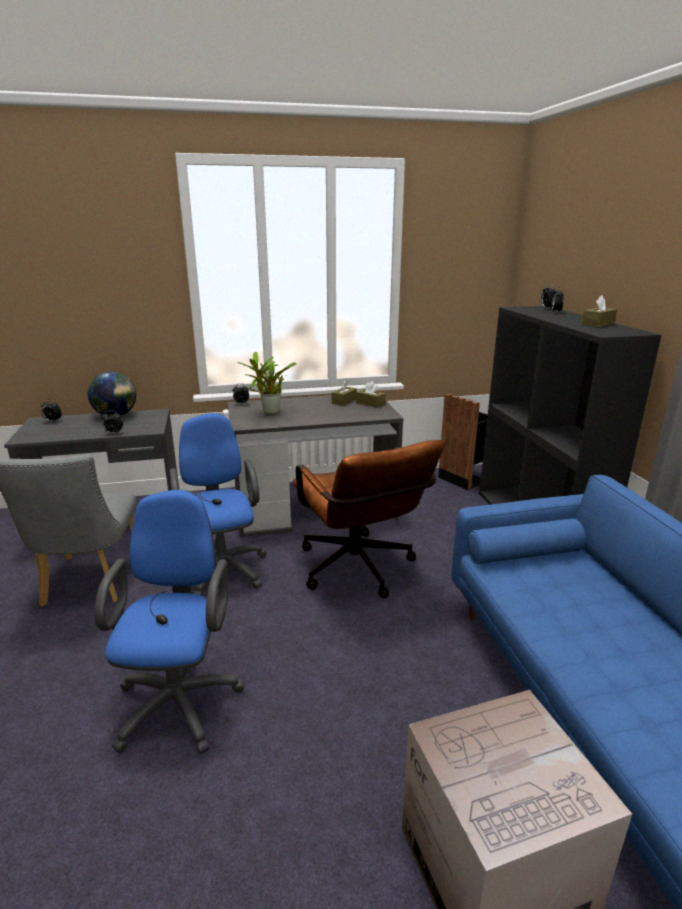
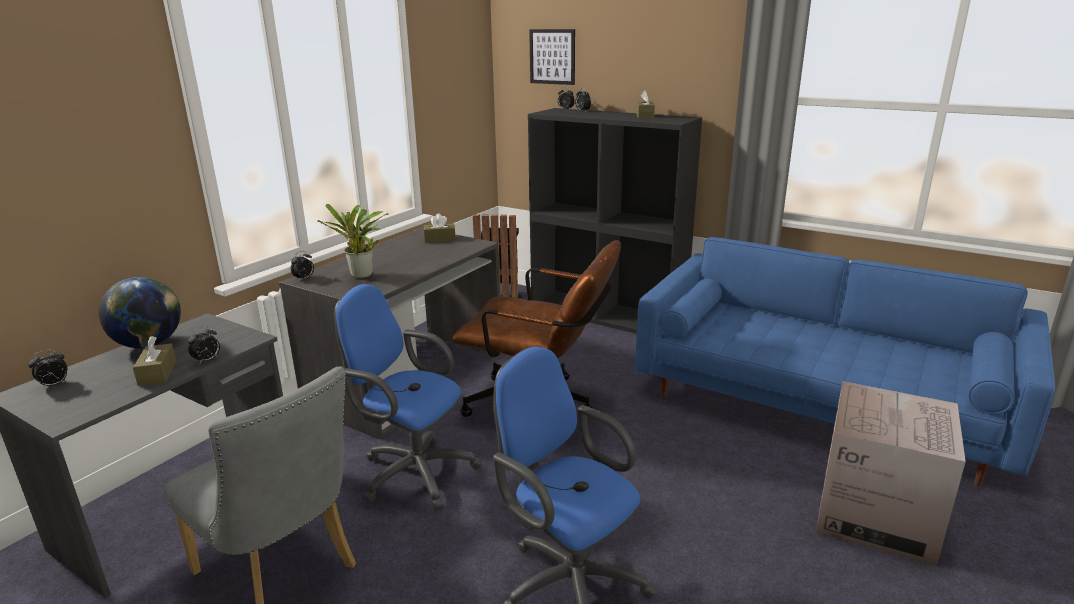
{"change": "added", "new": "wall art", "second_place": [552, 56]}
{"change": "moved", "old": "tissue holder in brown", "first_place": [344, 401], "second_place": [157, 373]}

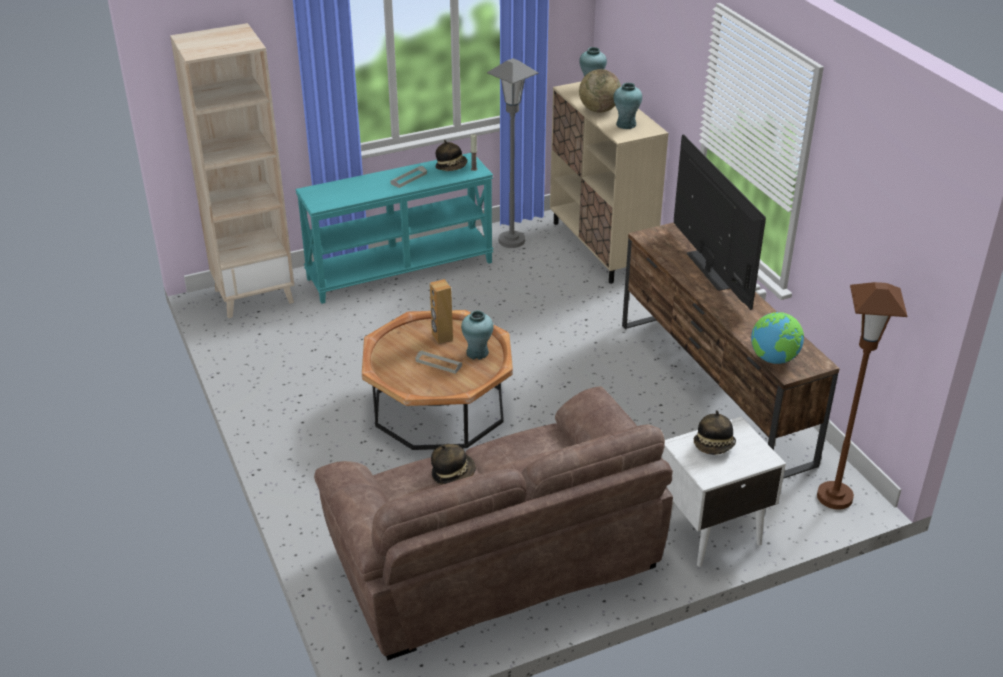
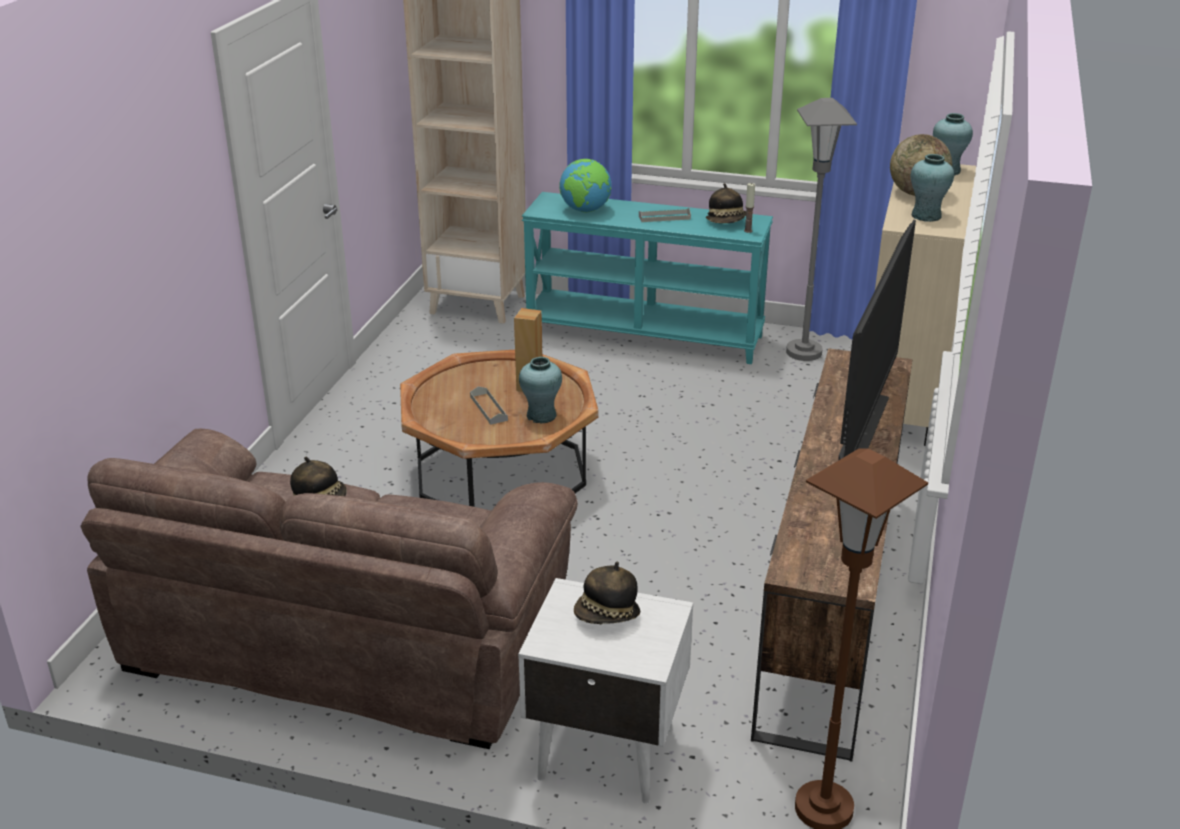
{"change": "moved", "old": "world globe", "first_place": [774, 359], "second_place": [585, 210]}

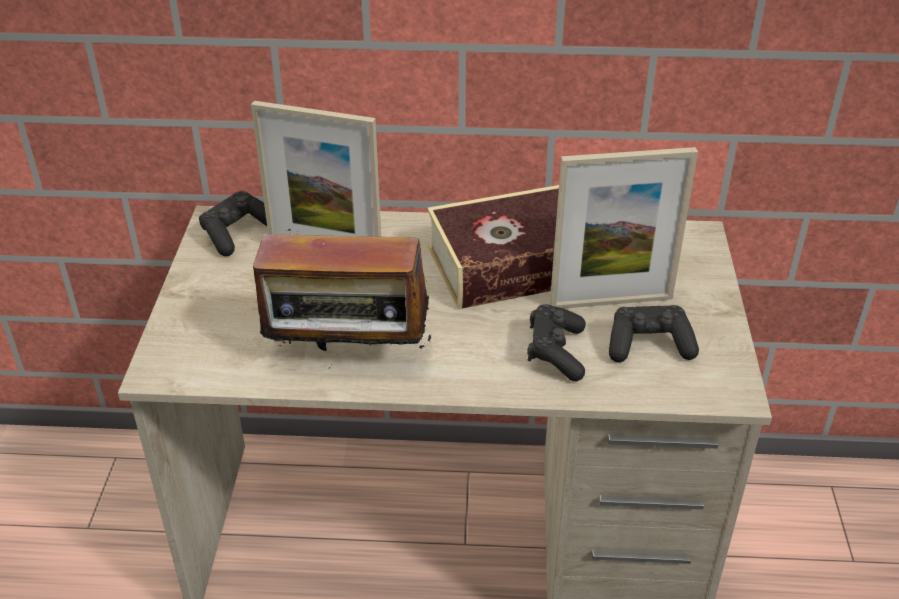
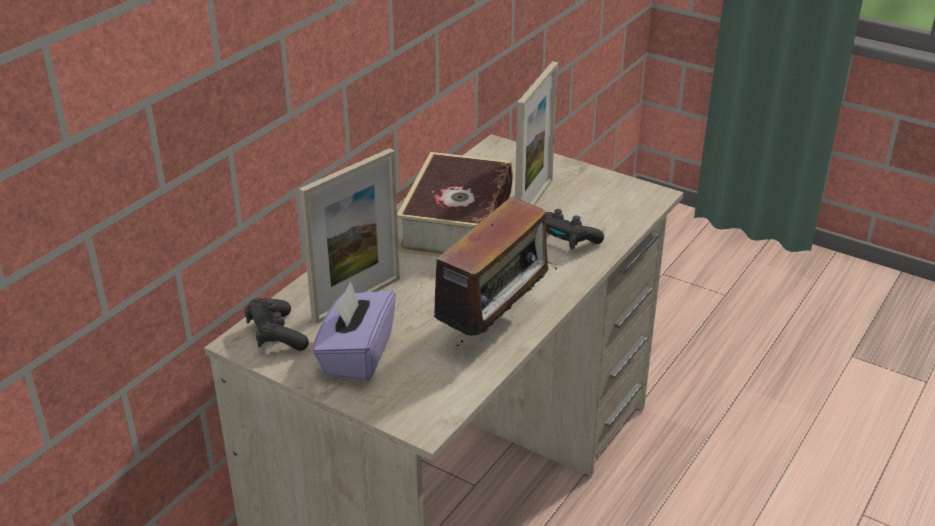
{"change": "removed", "old": "game controller in blackish", "first_place": [648, 345]}
{"change": "added", "new": "tissue holder in purple", "second_place": [356, 355]}

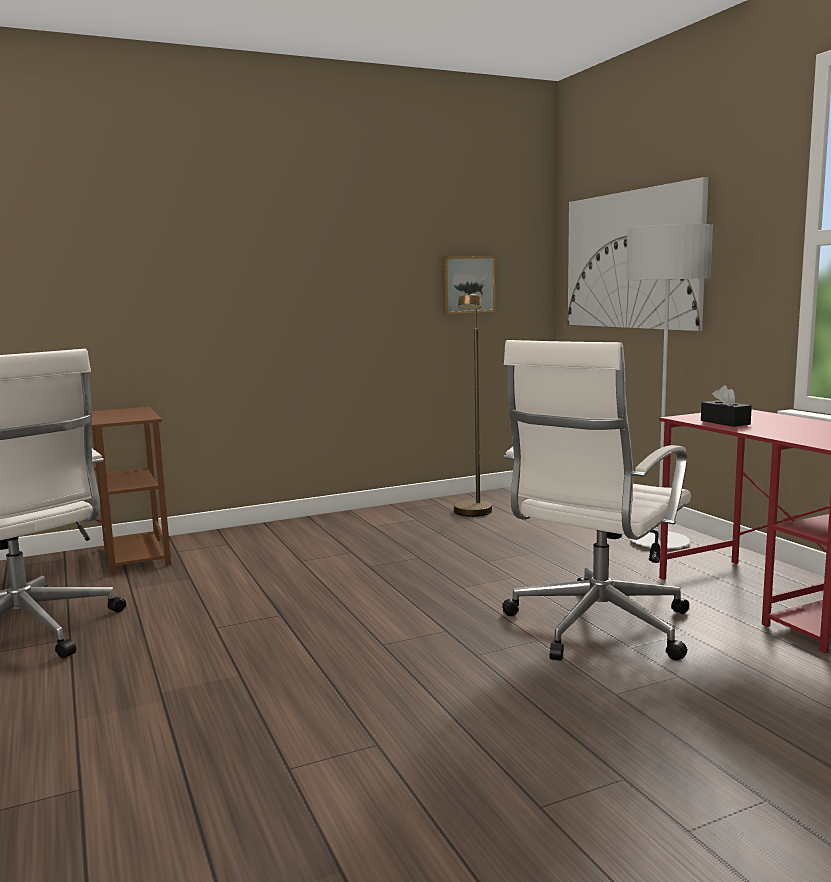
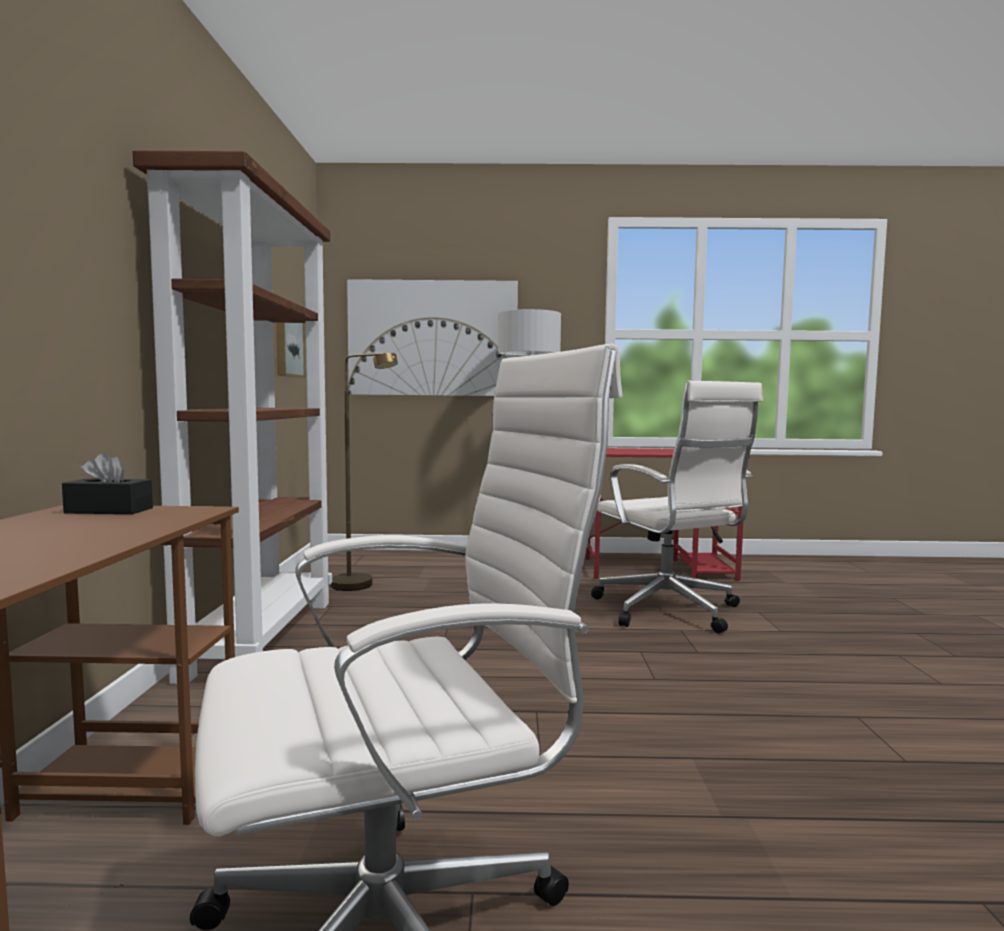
{"change": "added", "new": "bookcase in brown", "second_place": [261, 636]}
{"change": "moved", "old": "tissue holder in blackish", "first_place": [725, 422], "second_place": [109, 510]}

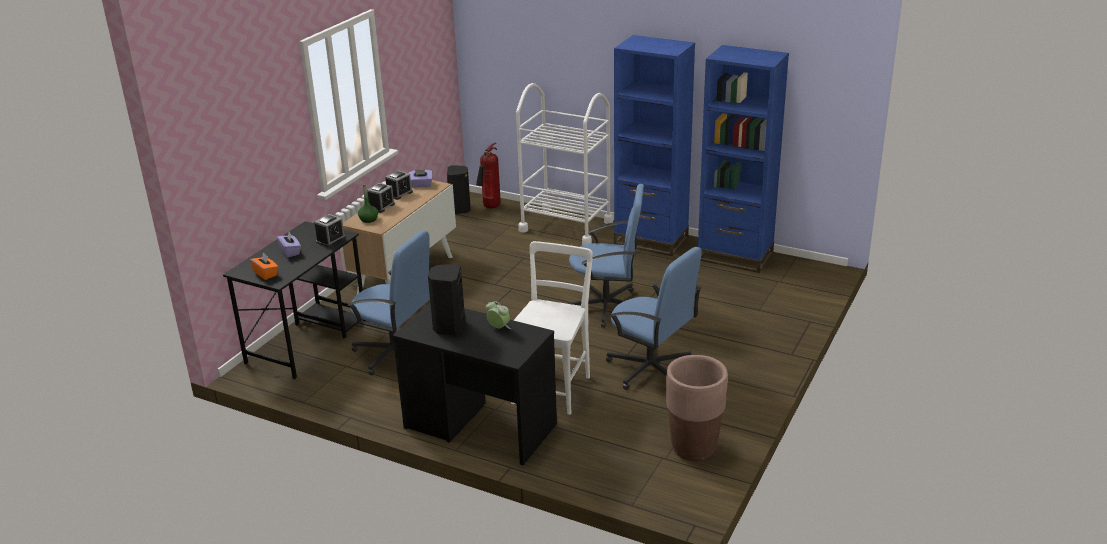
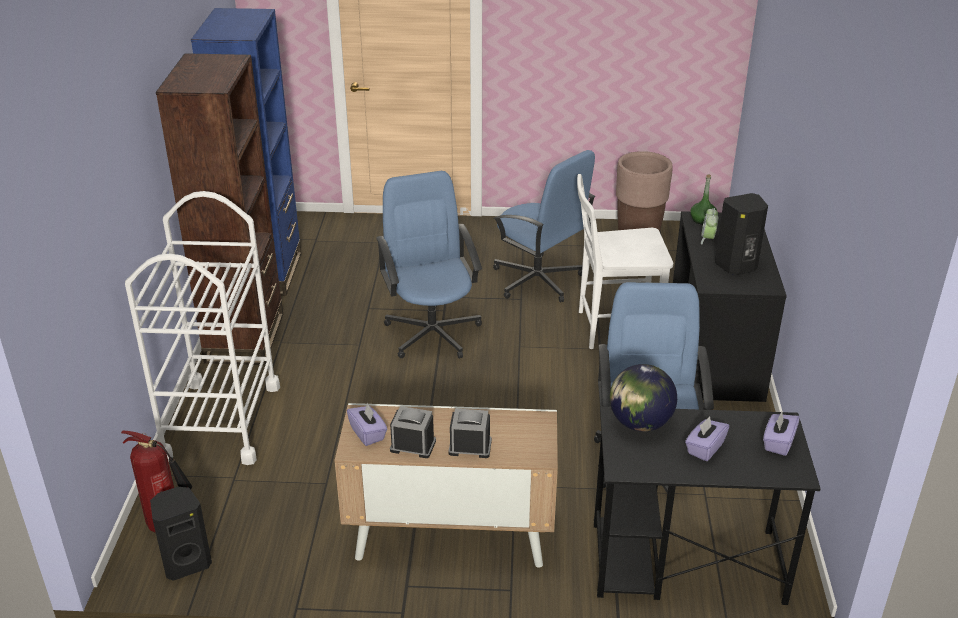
{"change": "moved", "old": "beverage bottle in greenish", "first_place": [368, 219], "second_place": [702, 220]}
{"change": "replaced", "old": "table clock", "new": "world globe", "first_place": [331, 240], "second_place": [640, 423]}
{"change": "recoloured", "old": "tissue holder in orangey", "new": "tissue holder in purple", "first_place": [266, 274], "second_place": [778, 443]}
{"change": "recoloured", "old": "bookcase in blue", "new": "bookcase in brown", "first_place": [651, 241], "second_place": [245, 338]}
{"change": "turned", "old": "desk chair in blue", "first_place": [651, 369], "second_place": [538, 280], "degrees": 120}

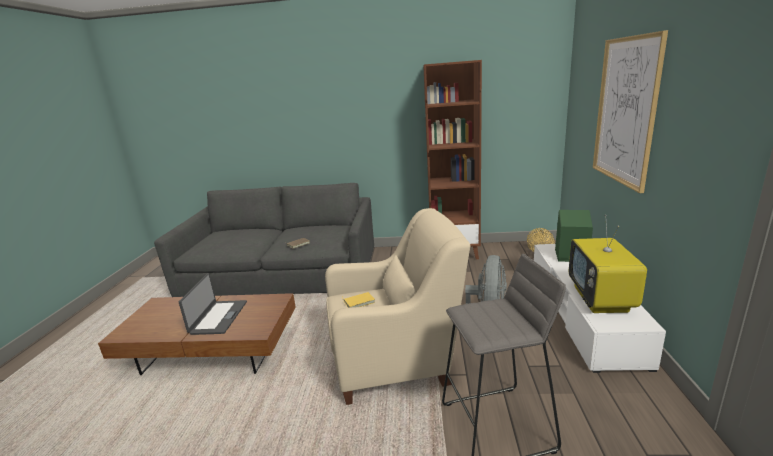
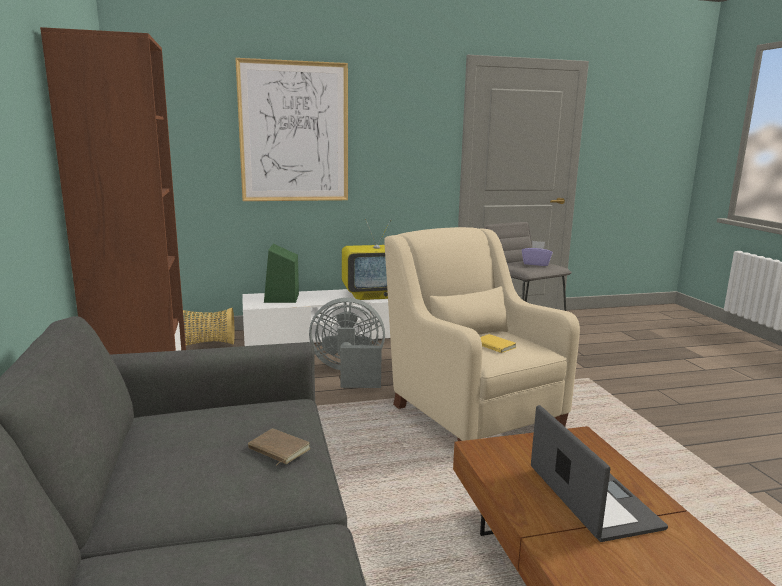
{"change": "added", "new": "tissue holder in purple", "second_place": [536, 264]}
{"change": "turned", "old": "portable computer", "first_place": [218, 317], "second_place": [591, 498], "degrees": 90}

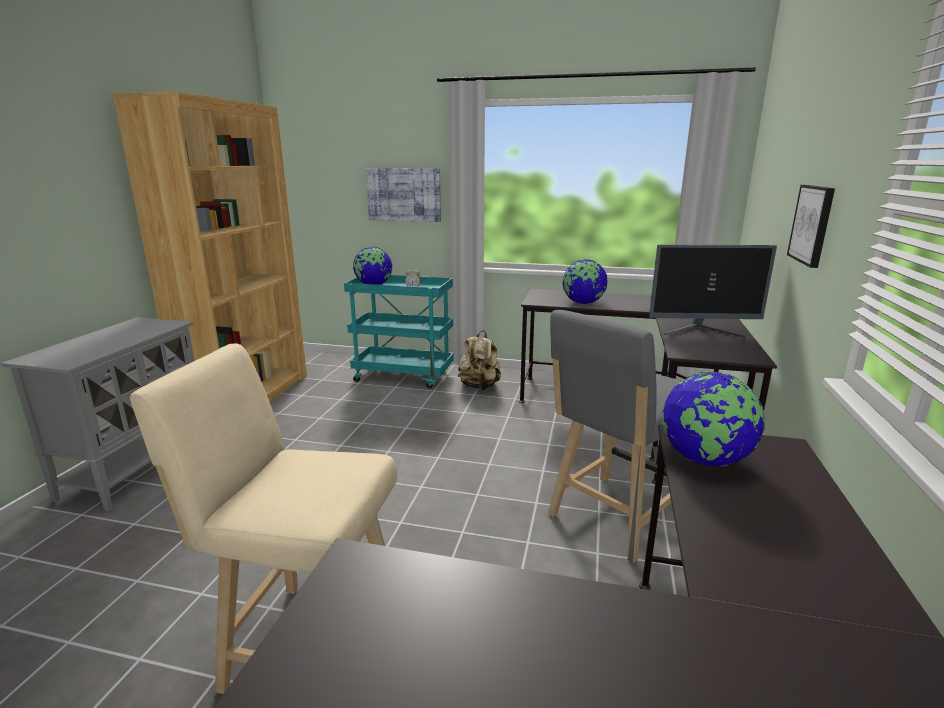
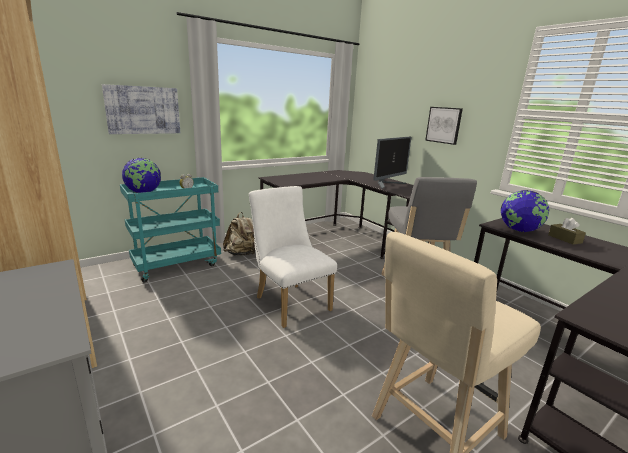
{"change": "removed", "old": "world globe", "first_place": [583, 303]}
{"change": "added", "new": "upright chair in whitish", "second_place": [289, 301]}
{"change": "added", "new": "tissue holder in brown", "second_place": [564, 239]}

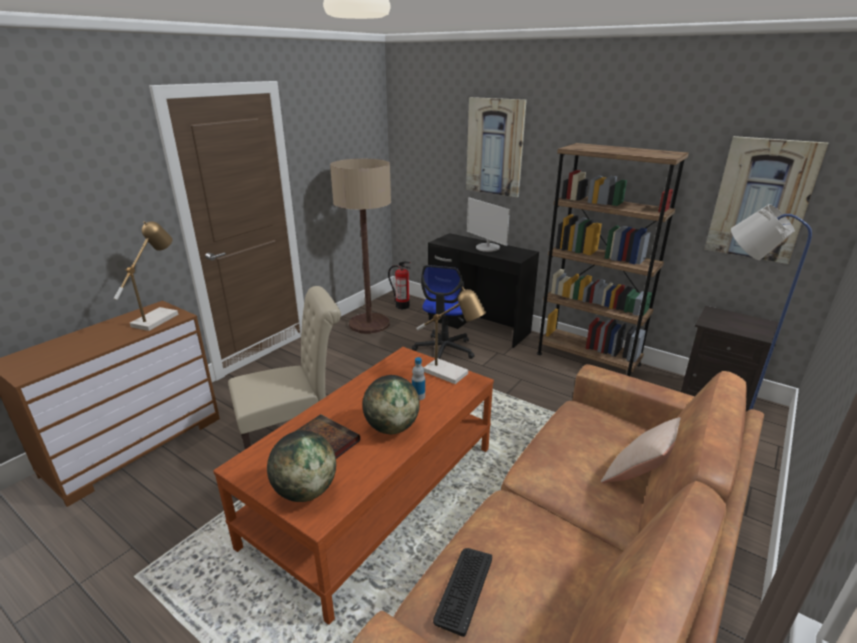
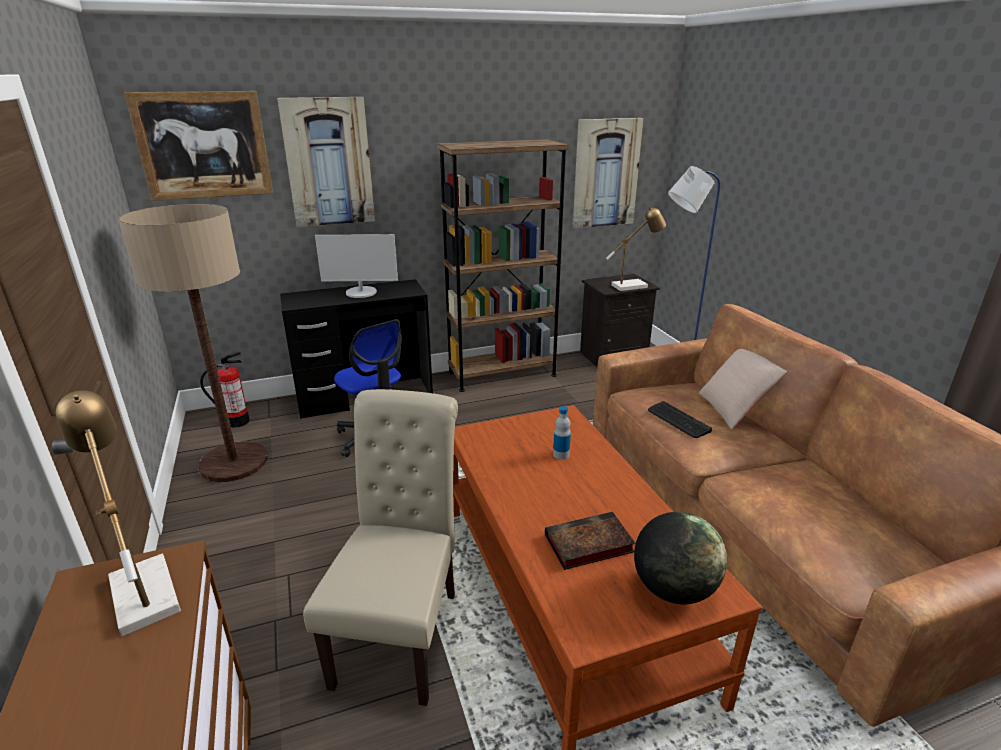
{"change": "removed", "old": "world globe", "first_place": [391, 427]}
{"change": "added", "new": "wall art", "second_place": [203, 145]}
{"change": "moved", "old": "lamp for a table", "first_place": [451, 374], "second_place": [633, 285]}
{"change": "moved", "old": "computer keyboard", "first_place": [463, 589], "second_place": [678, 420]}

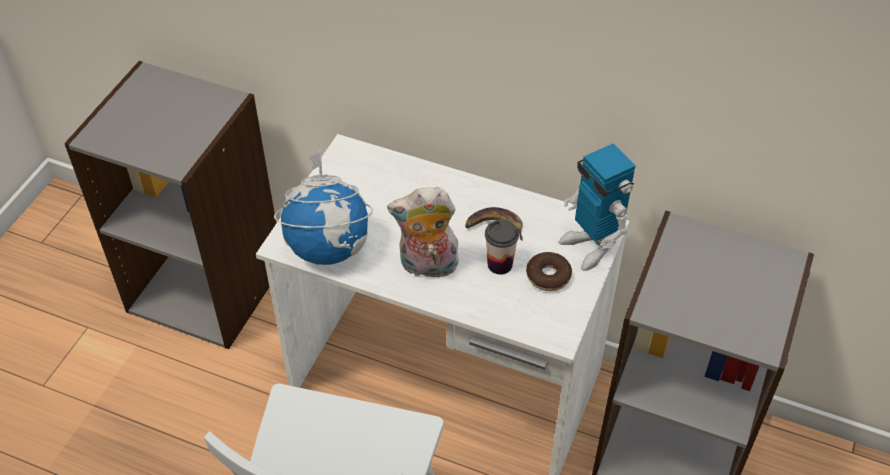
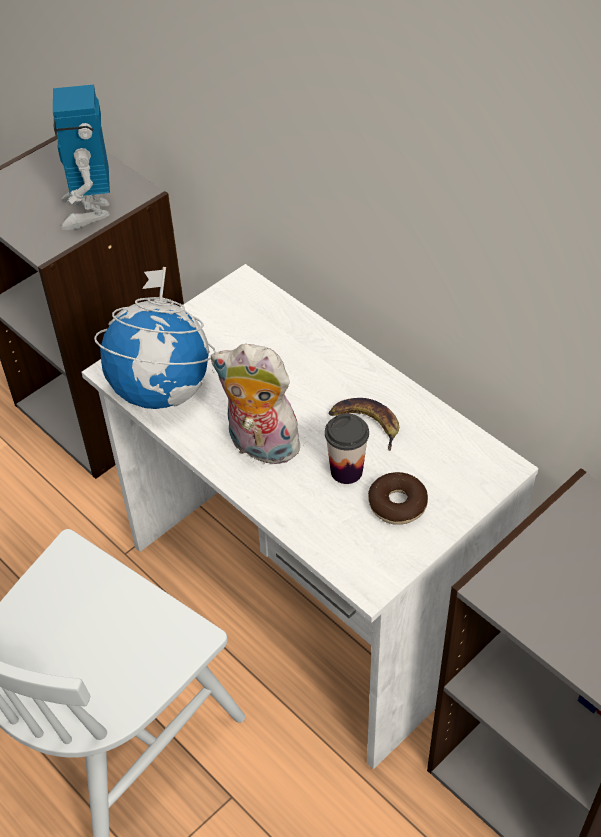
{"change": "moved", "old": "robot figure", "first_place": [590, 246], "second_place": [89, 211]}

